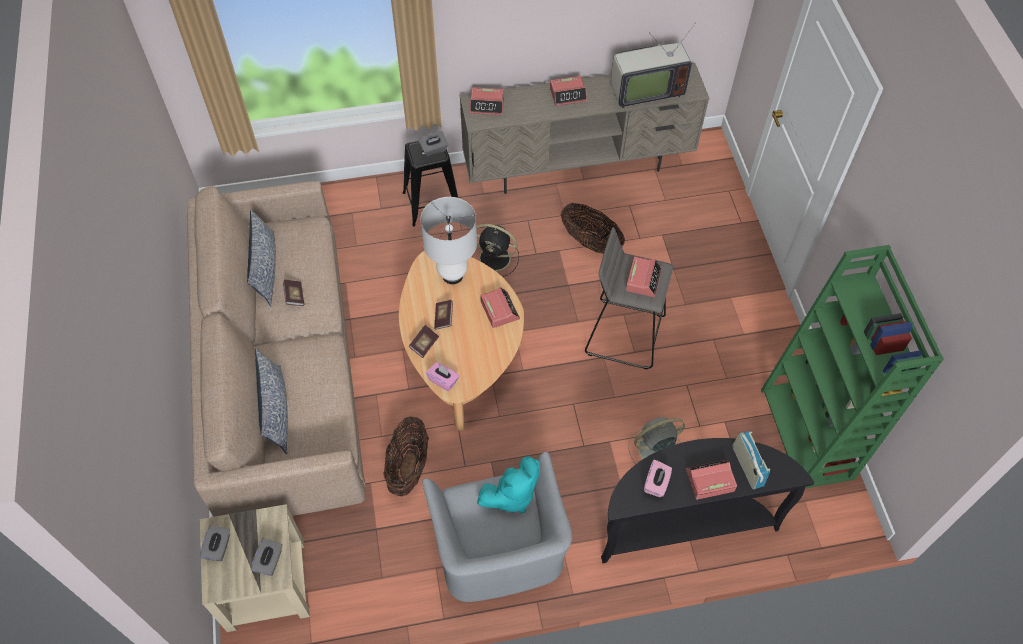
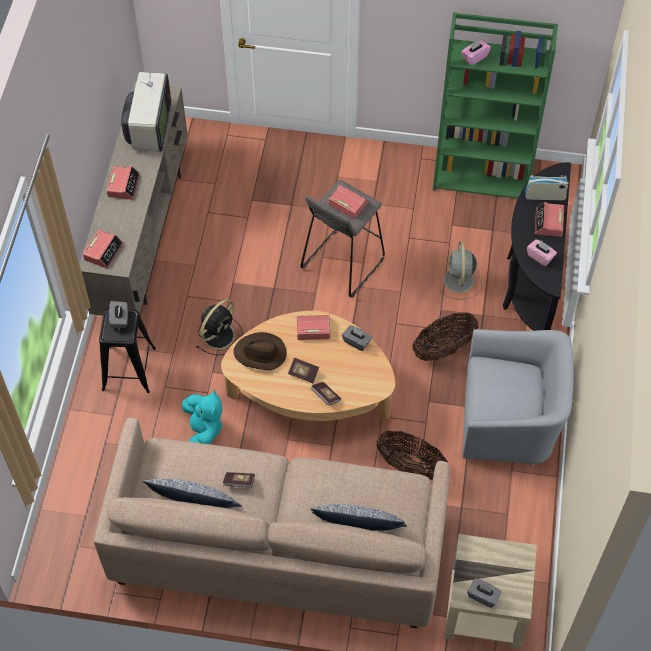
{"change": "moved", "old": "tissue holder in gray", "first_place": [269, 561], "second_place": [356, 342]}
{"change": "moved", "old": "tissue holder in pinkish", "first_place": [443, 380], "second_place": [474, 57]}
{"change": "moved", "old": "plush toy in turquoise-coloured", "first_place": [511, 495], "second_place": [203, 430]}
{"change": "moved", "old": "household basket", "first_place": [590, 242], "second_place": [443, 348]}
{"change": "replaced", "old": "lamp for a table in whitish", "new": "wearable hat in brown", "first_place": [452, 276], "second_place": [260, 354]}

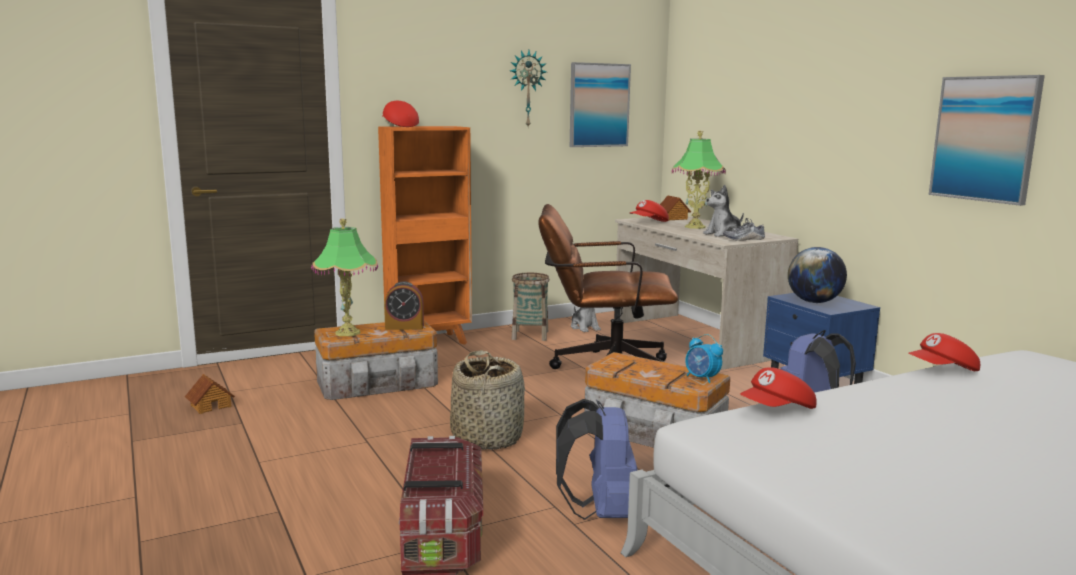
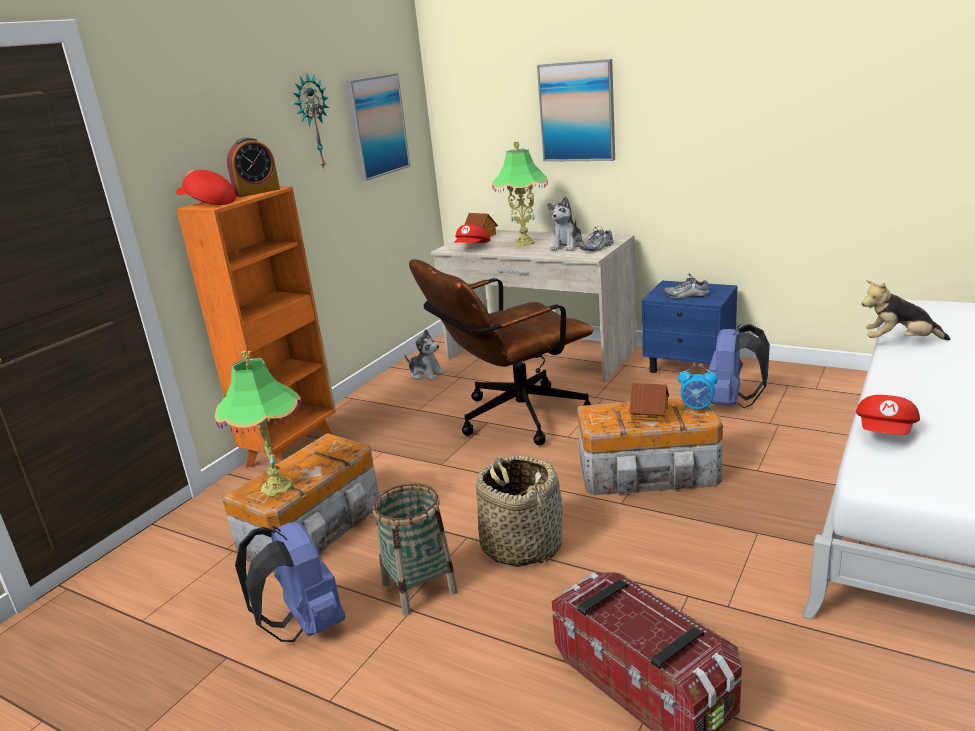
{"change": "moved", "old": "model house", "first_place": [210, 405], "second_place": [649, 414]}
{"change": "moved", "old": "table clock", "first_place": [404, 327], "second_place": [257, 192]}
{"change": "moved", "old": "household basket", "first_place": [530, 335], "second_place": [419, 588]}
{"change": "moved", "old": "rucksack in blue", "first_place": [600, 512], "second_place": [304, 626]}
{"change": "moved", "old": "wall art", "first_place": [985, 138], "second_place": [577, 112]}
{"change": "replaced", "old": "world globe", "new": "item of footwear", "first_place": [814, 302], "second_place": [686, 295]}
{"change": "replaced", "old": "peaked cap in red", "new": "plush toy", "first_place": [943, 371], "second_place": [899, 341]}

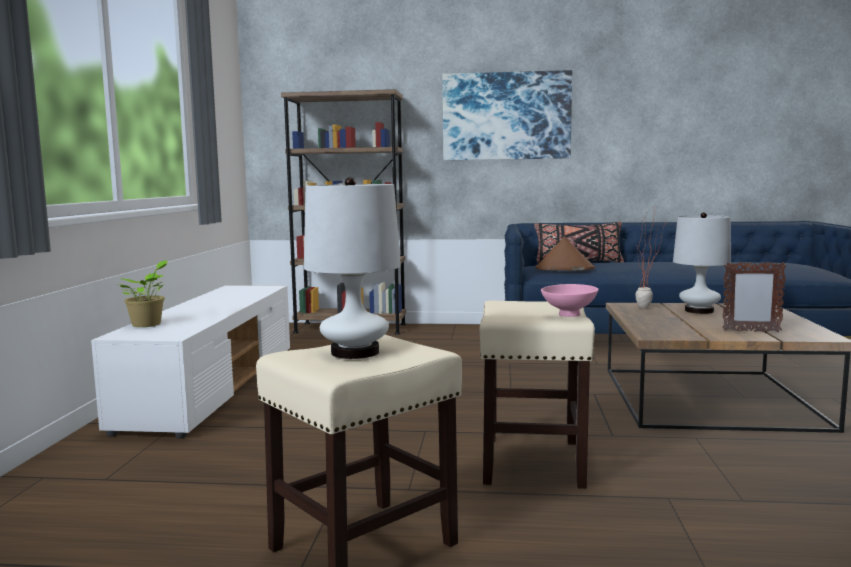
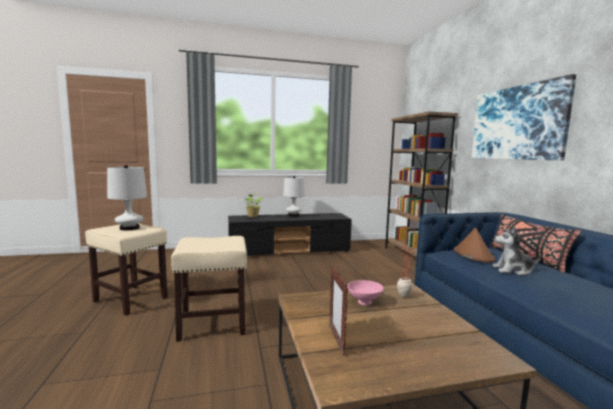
{"change": "added", "new": "plush toy", "second_place": [513, 270]}
{"change": "moved", "old": "bowl in pinkish", "first_place": [569, 315], "second_place": [363, 302]}
{"change": "moved", "old": "lamp for a table in whitish", "first_place": [699, 311], "second_place": [293, 215]}
{"change": "recoloured", "old": "tv stand in whitish", "new": "tv stand in blackish", "first_place": [213, 386], "second_place": [289, 250]}

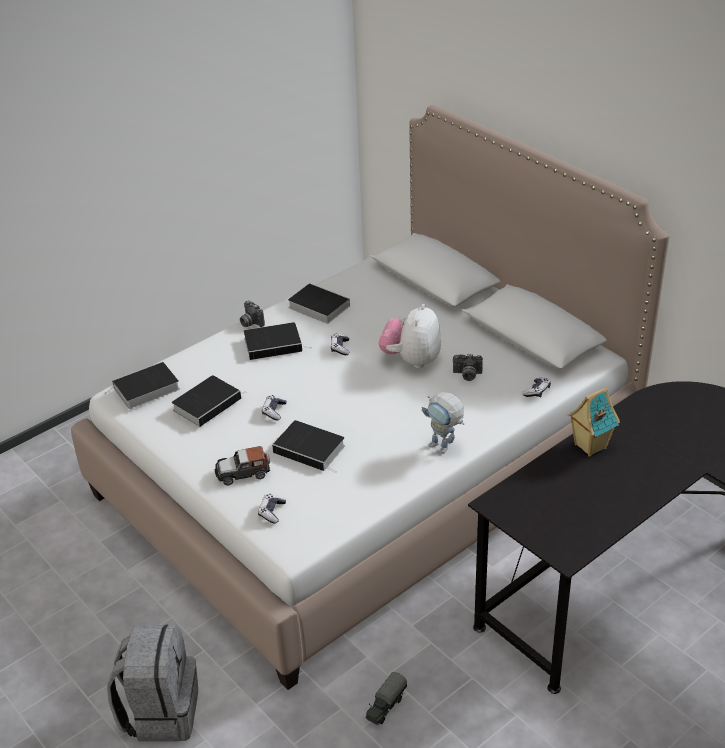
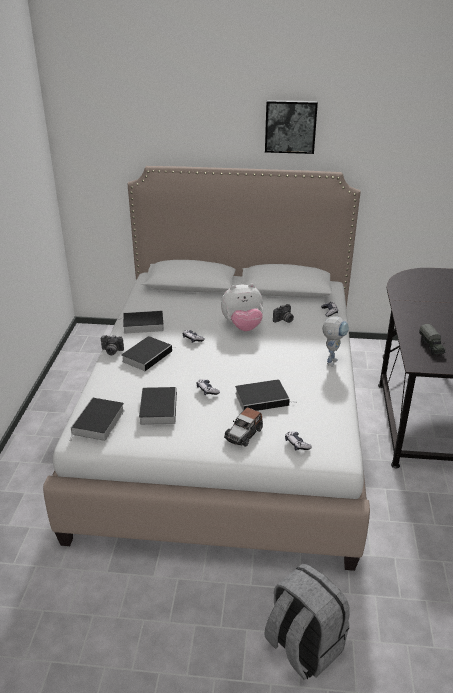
{"change": "removed", "old": "model house", "first_place": [589, 446]}
{"change": "added", "new": "wall art", "second_place": [290, 126]}
{"change": "moved", "old": "model truck", "first_place": [385, 706], "second_place": [431, 347]}
{"change": "turned", "old": "plush toy", "first_place": [411, 360], "second_place": [243, 327], "degrees": -75}
{"change": "turned", "old": "robot figure", "first_place": [444, 449], "second_place": [331, 360], "degrees": -60}

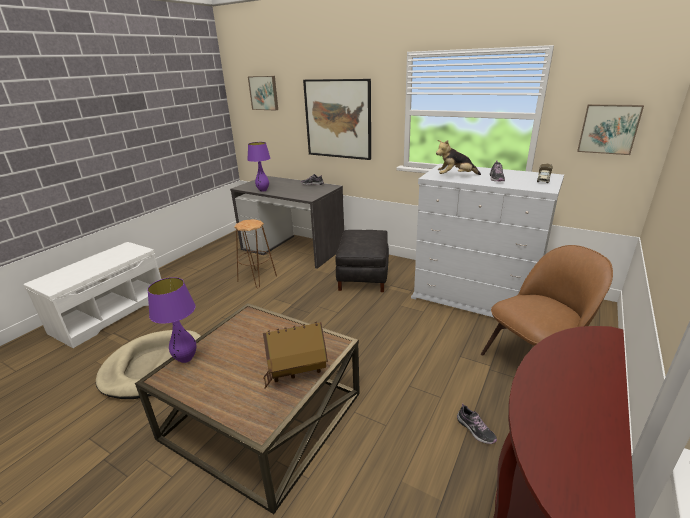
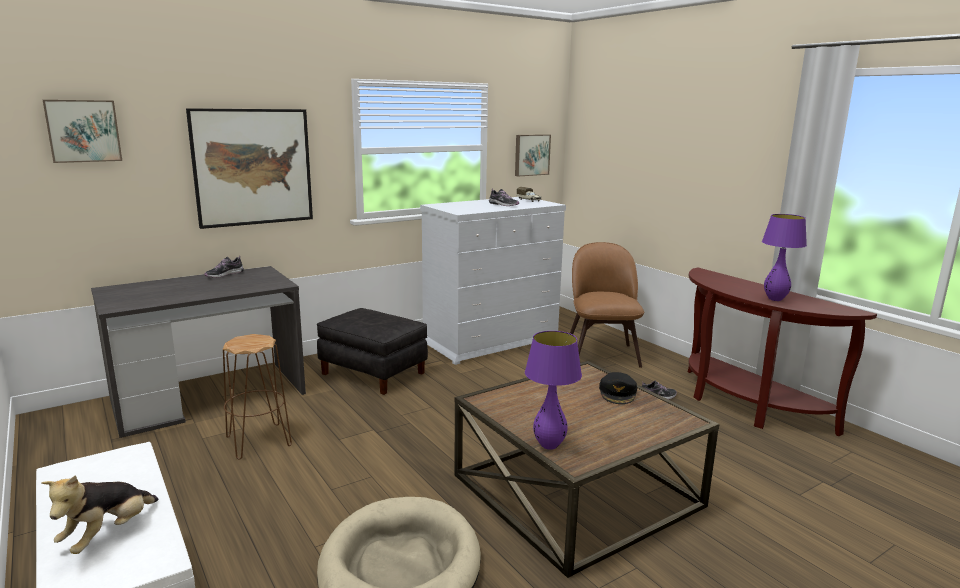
{"change": "moved", "old": "lamp for a table in purple", "first_place": [263, 190], "second_place": [775, 299]}
{"change": "moved", "old": "plush toy", "first_place": [455, 176], "second_place": [108, 534]}
{"change": "replaced", "old": "model house", "new": "peaked cap in blackish", "first_place": [296, 371], "second_place": [618, 393]}

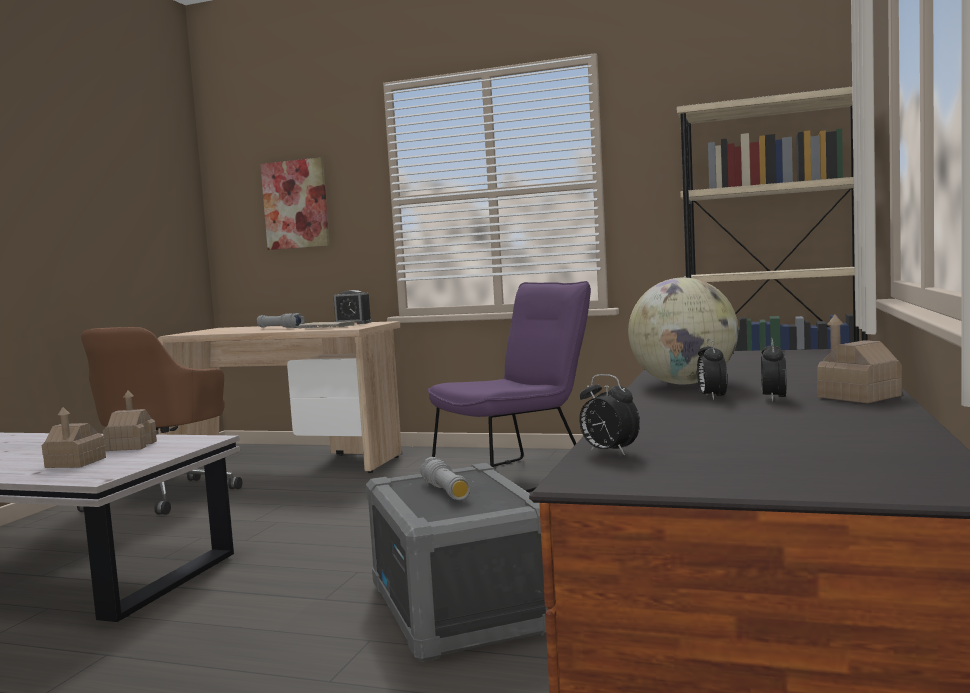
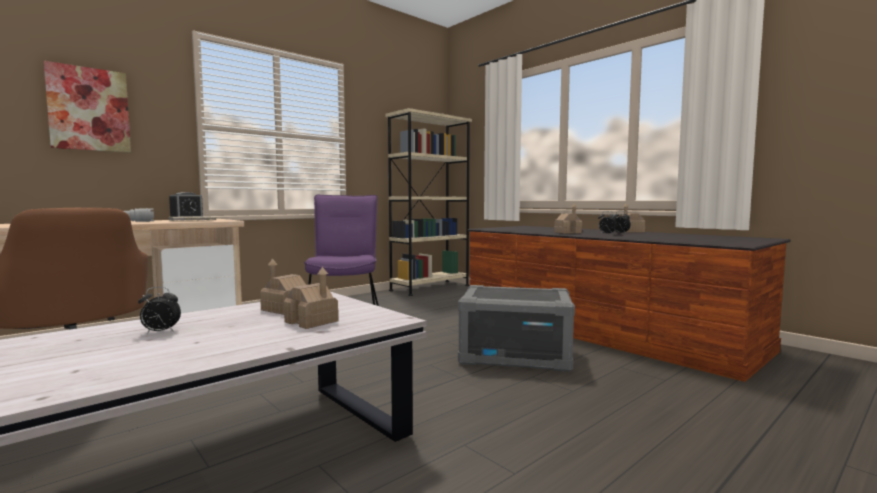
{"change": "removed", "old": "torch in gray", "first_place": [446, 491]}
{"change": "moved", "old": "table clock", "first_place": [608, 452], "second_place": [160, 332]}
{"change": "replaced", "old": "world globe", "new": "model house", "first_place": [684, 383], "second_place": [567, 233]}

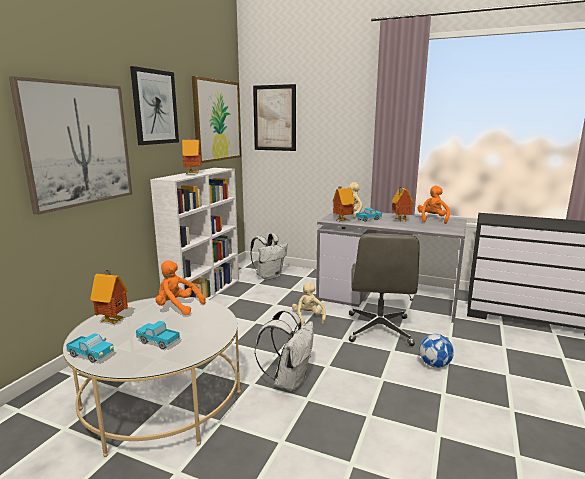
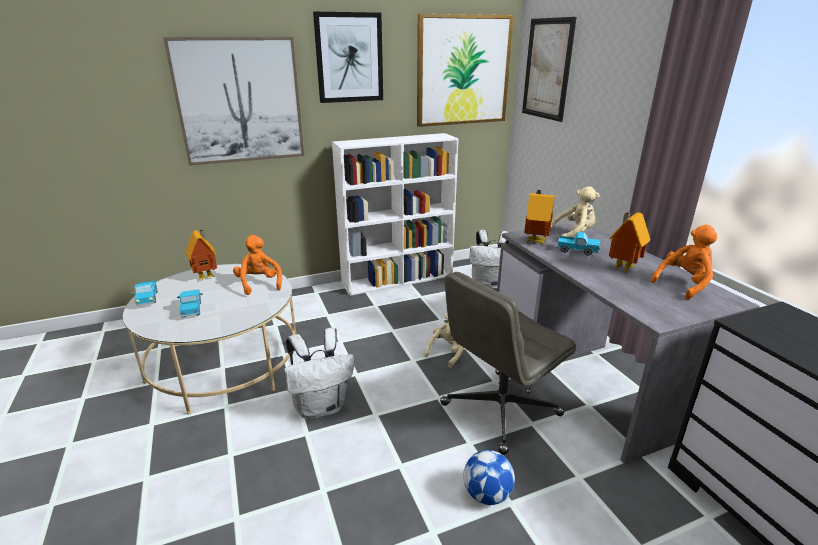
{"change": "removed", "old": "model house", "first_place": [192, 173]}

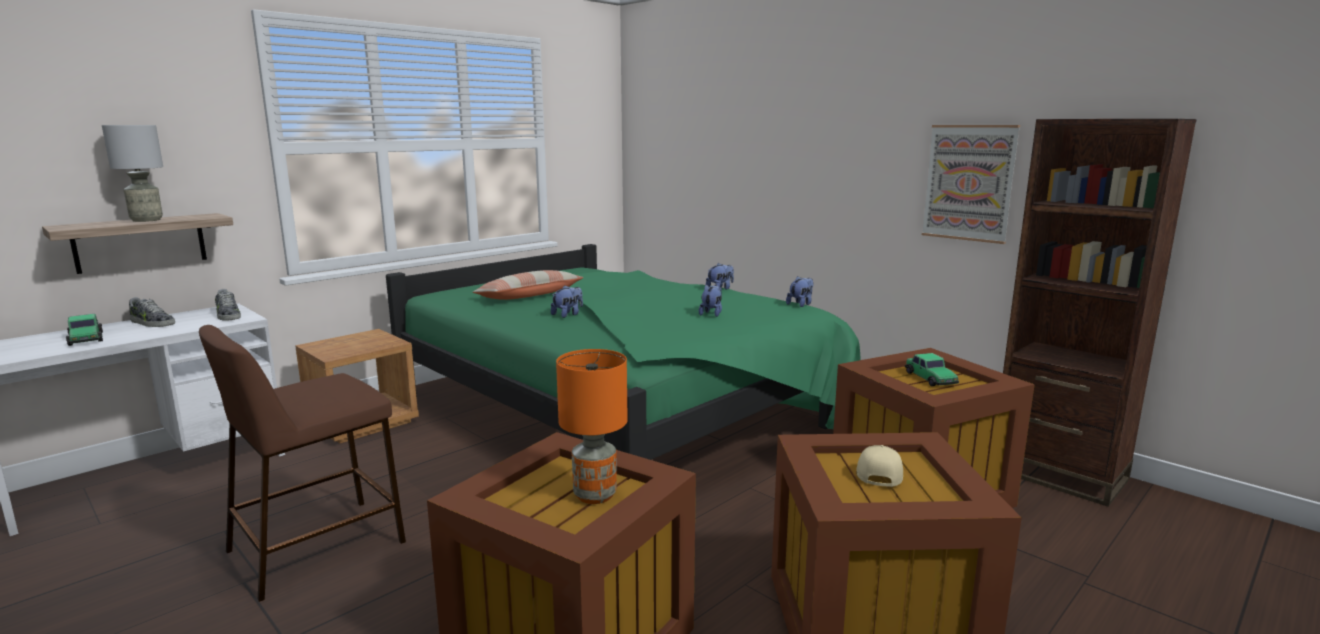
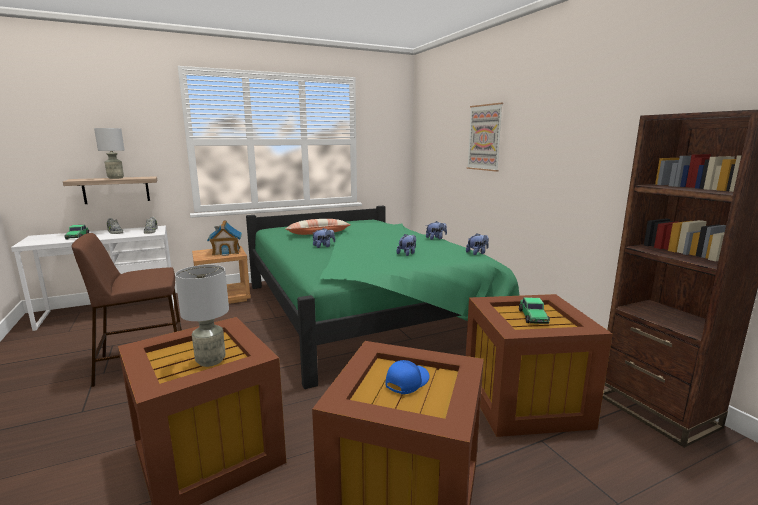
{"change": "added", "new": "model house", "second_place": [226, 251]}
{"change": "moved", "old": "wall art", "first_place": [969, 183], "second_place": [484, 137]}
{"change": "recoloured", "old": "lamp for a table in orangey", "new": "lamp for a table in gray", "first_place": [596, 495], "second_place": [211, 360]}
{"change": "recoloured", "old": "peaked cap in beige-coloured", "new": "peaked cap in blue", "first_place": [878, 473], "second_place": [406, 382]}

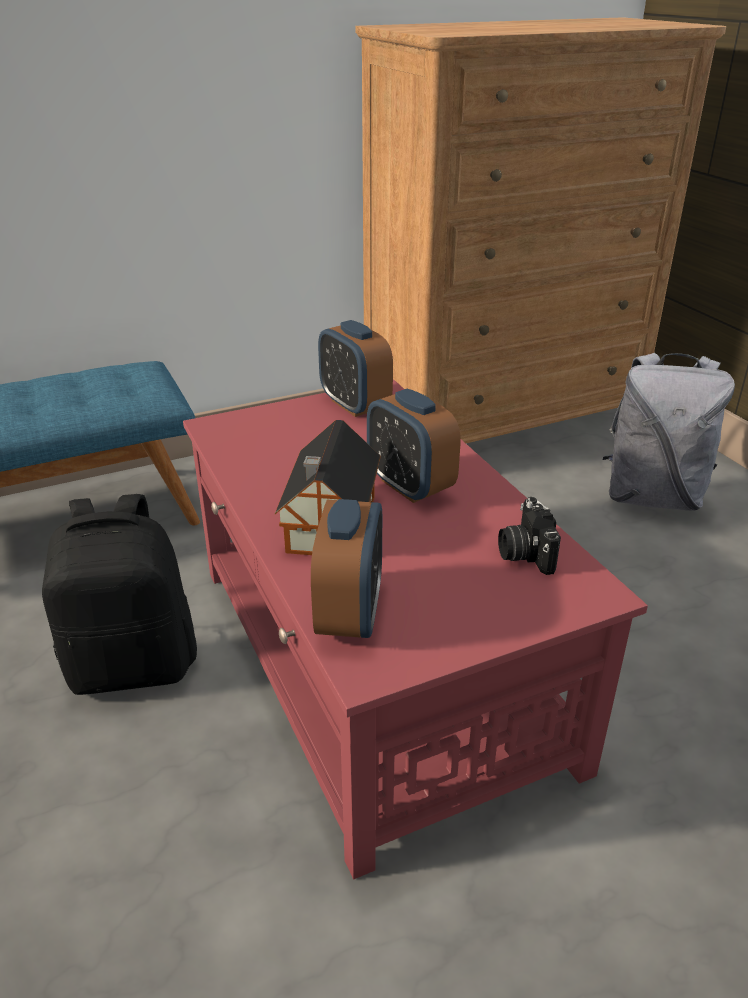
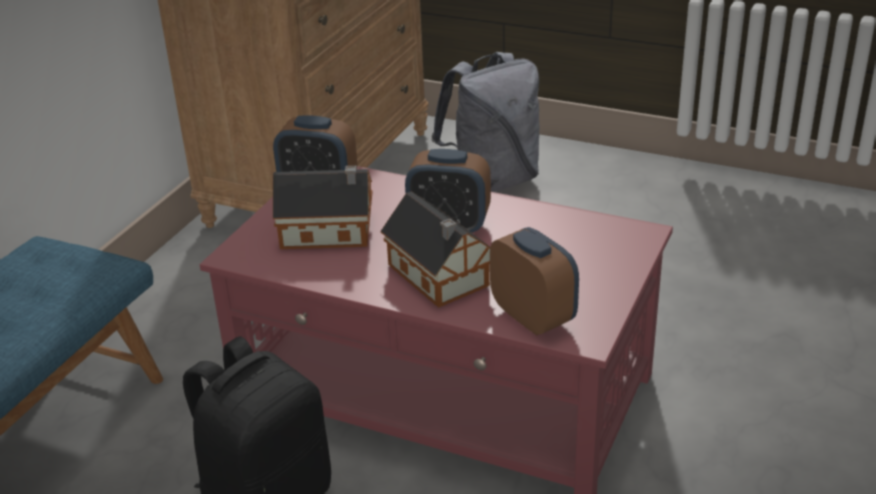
{"change": "removed", "old": "photo camera", "first_place": [524, 553]}
{"change": "added", "new": "model house", "second_place": [330, 232]}

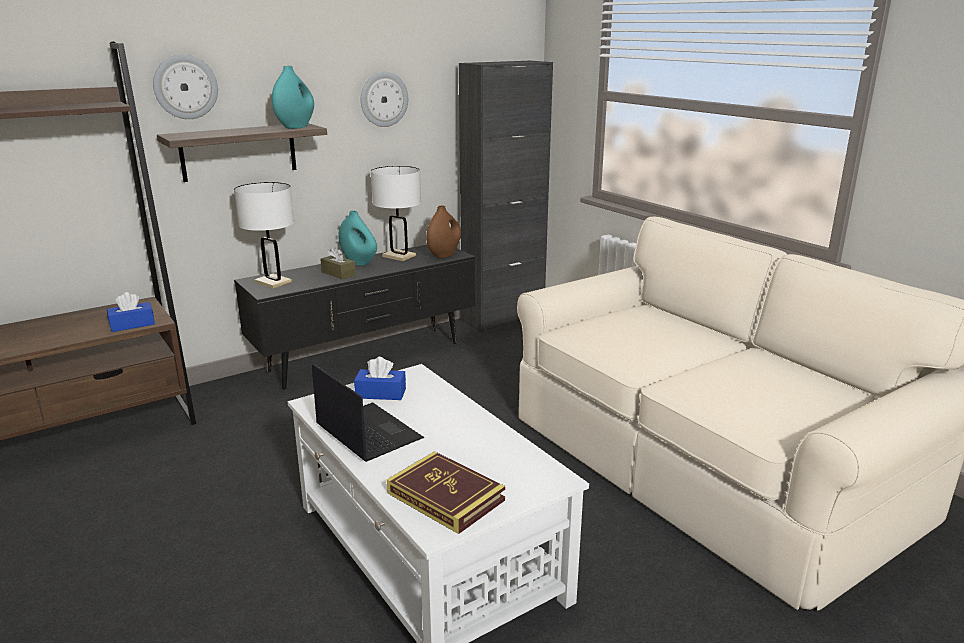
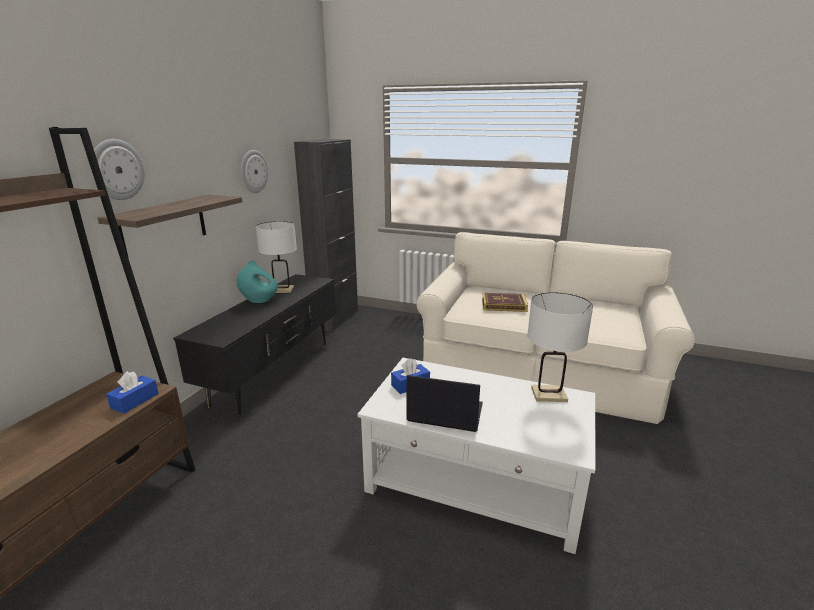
{"change": "removed", "old": "vase in turquoise-coloured", "first_place": [295, 127]}
{"change": "removed", "old": "tissue holder in brown", "first_place": [338, 273]}
{"change": "removed", "old": "vase in brown", "first_place": [444, 255]}
{"change": "moved", "old": "lamp for a table in whitish", "first_place": [273, 282], "second_place": [549, 394]}
{"change": "moved", "old": "volume", "first_place": [445, 496], "second_place": [503, 305]}

